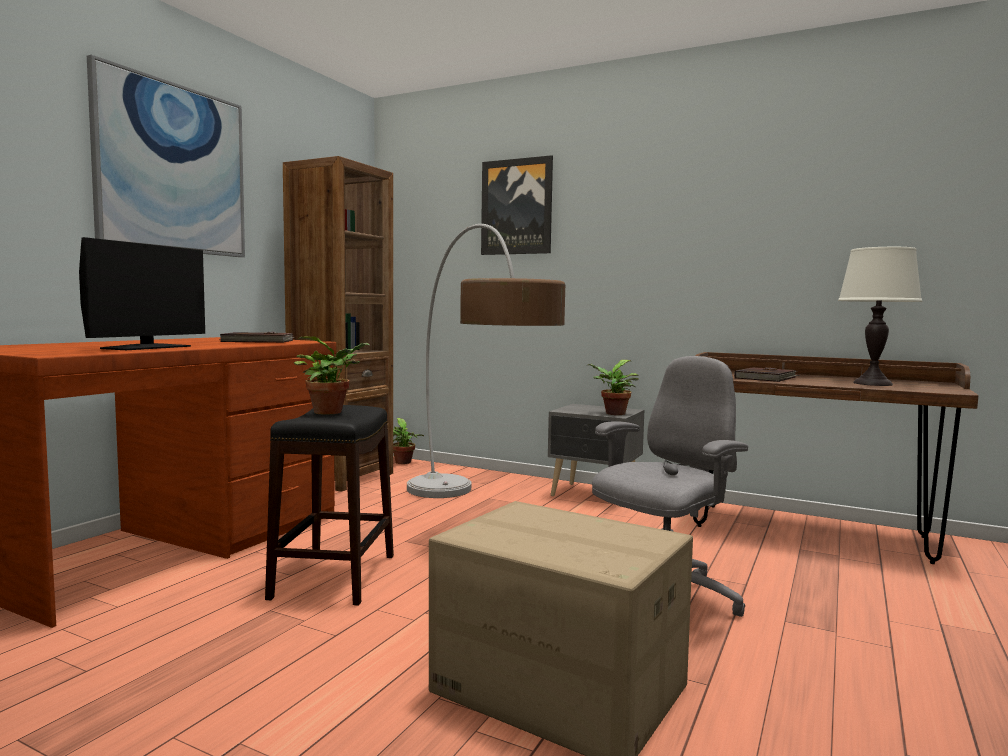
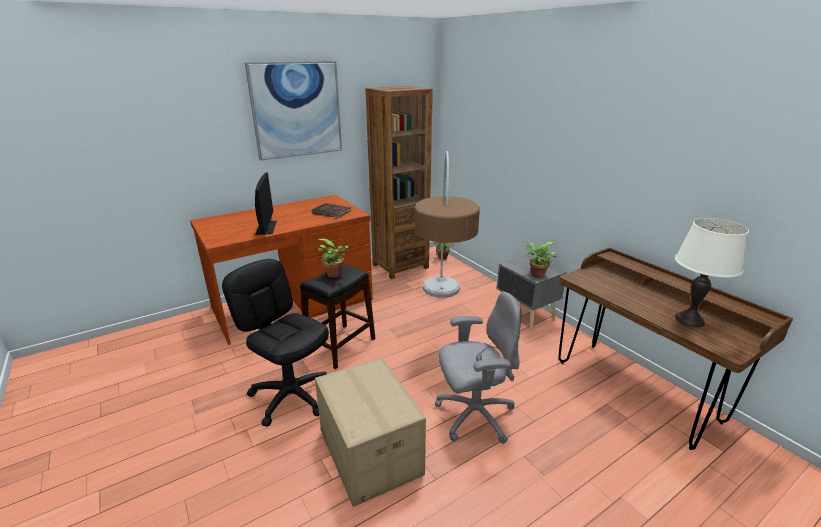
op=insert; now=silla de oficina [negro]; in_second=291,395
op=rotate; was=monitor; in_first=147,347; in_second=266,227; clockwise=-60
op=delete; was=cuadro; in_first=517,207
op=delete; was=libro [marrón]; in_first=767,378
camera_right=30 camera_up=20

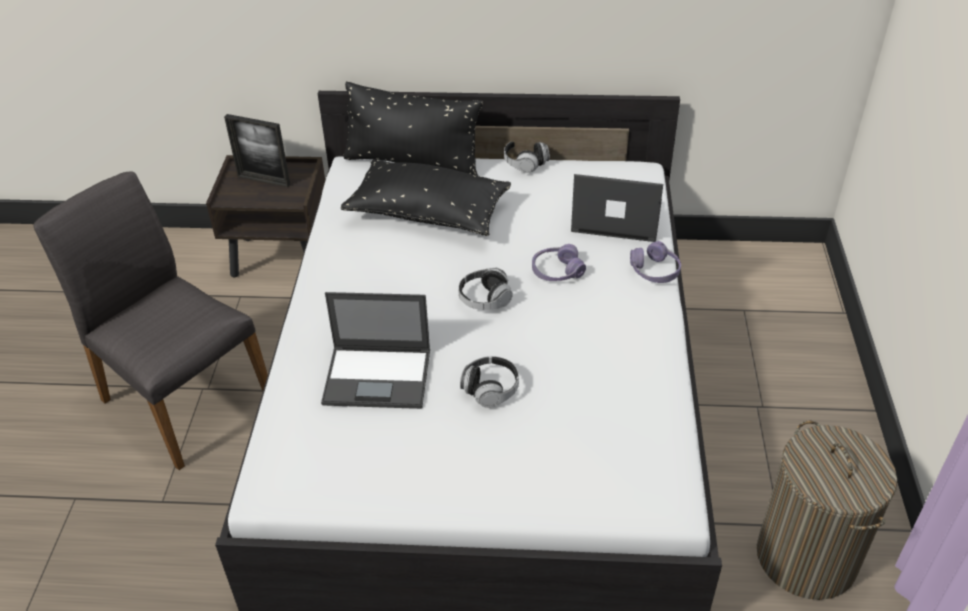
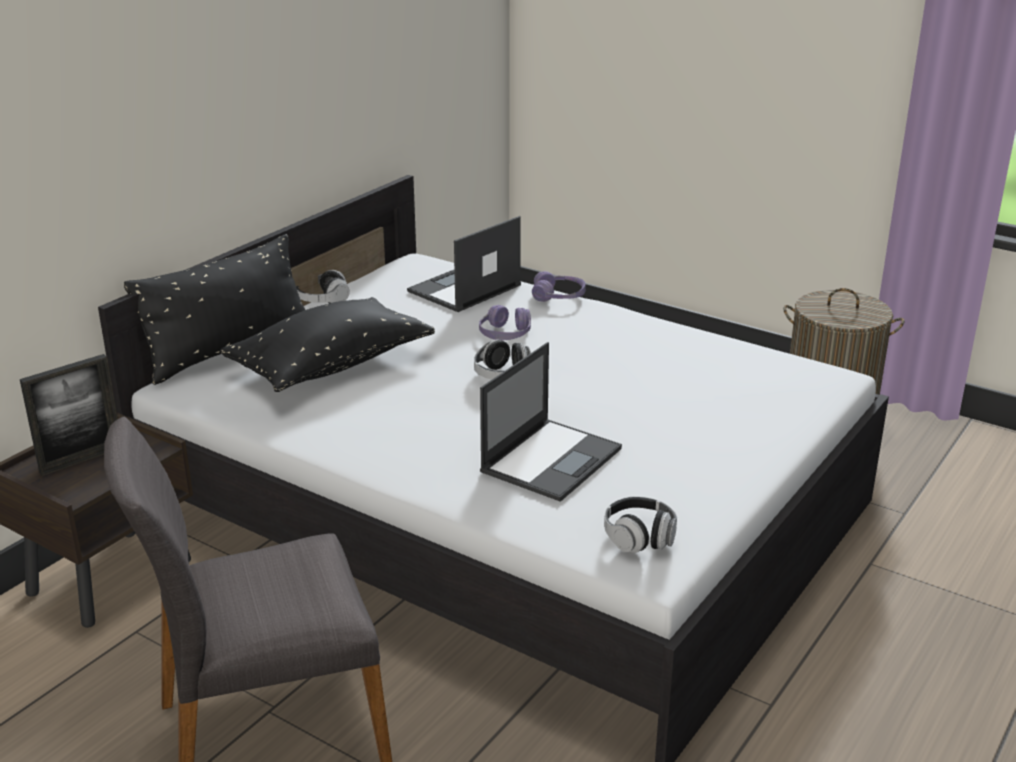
op=move; was=auriculares; in_first=490,389; in_second=639,537
camera_right=-60 camera_up=-15

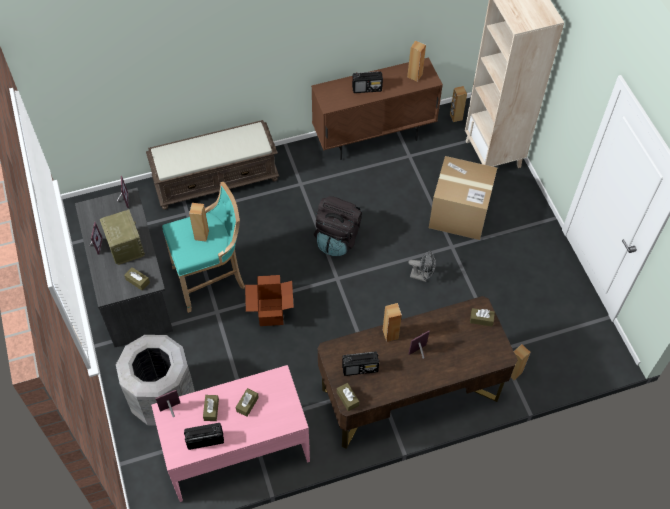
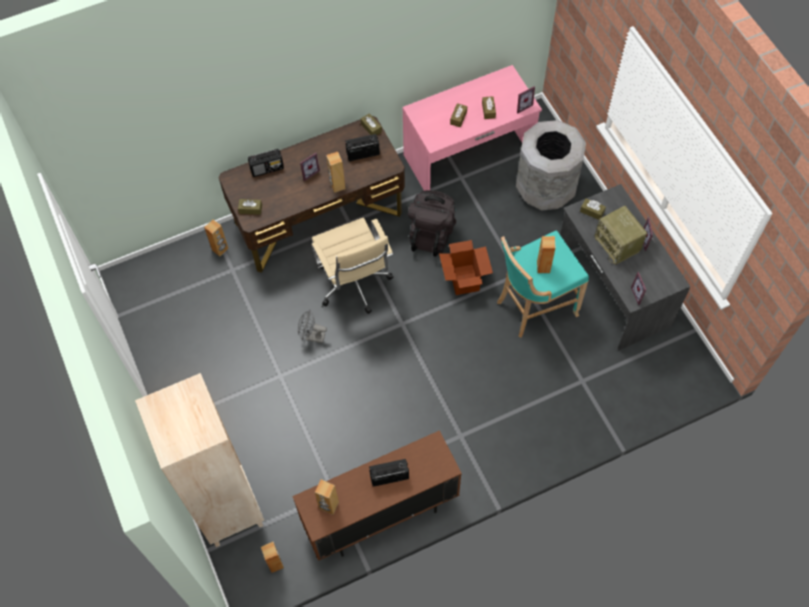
op=move; was=radio; in_first=205,440; in_second=267,168
op=insert; now=silla de oficina [beis]; in_second=355,285
op=move; was=mochila [negro]; in_first=337,238; in_second=431,234
op=delete; was=banco [marrón]; in_first=216,180
op=delete; was=caja de cartón; in_first=459,213
camera_right=175 camera_up=5

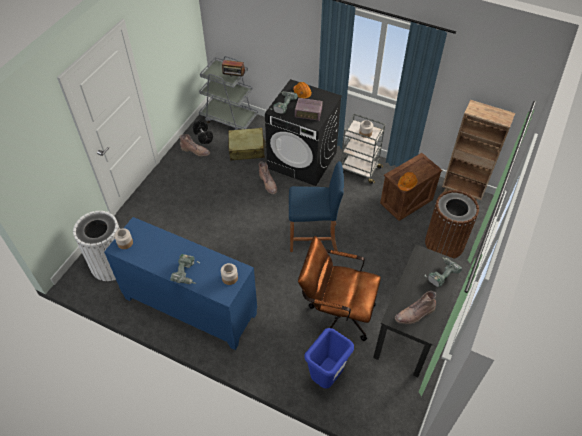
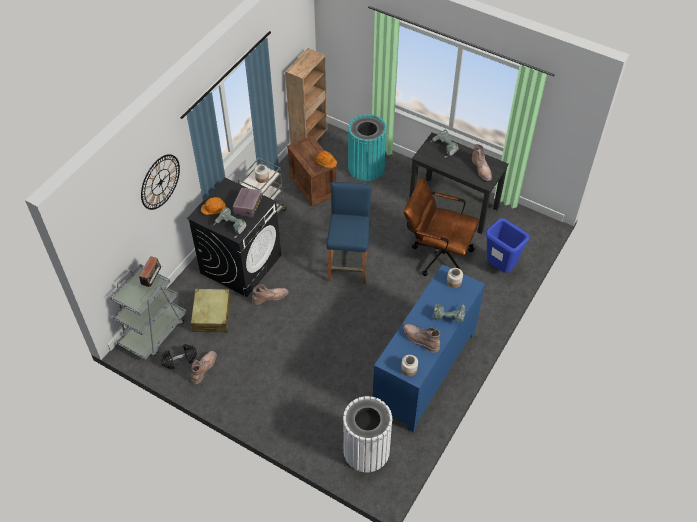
op=insert; now=reloj de pared; in_second=160,182
op=recolor; was=papelera [marrón]; now=papelera [turquesa]; in_first=444,243; in_second=366,167
op=insert; now=bota [marrón]; in_second=420,339
op=rotate; was=silla de oficina [marrón]; in_first=336,313; in_second=436,254; clockwise=90
camera_right=-85 camera_up=0

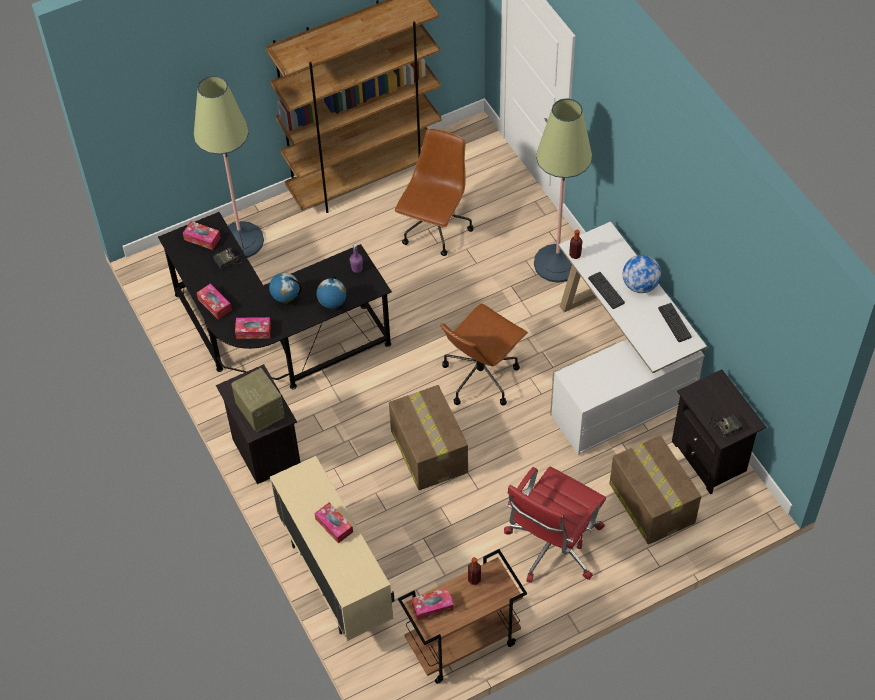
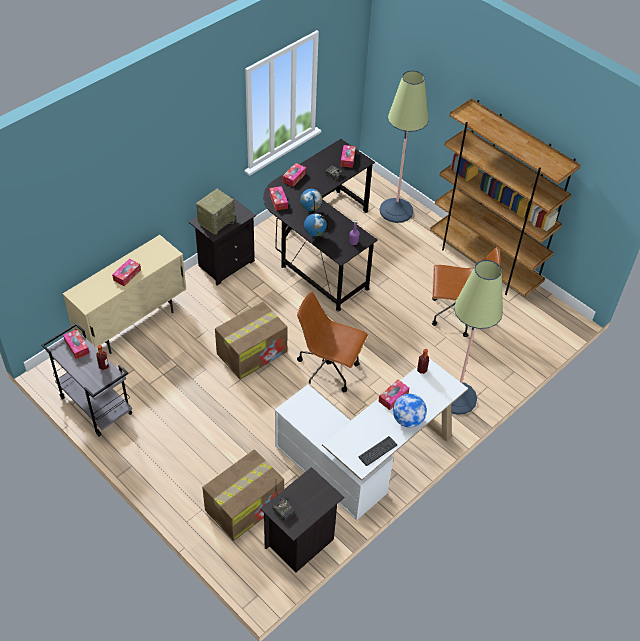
op=recolor; was=carrito [marrón]; now=carrito [gris]; in_first=462,643; in_second=95,405
op=replace; was=teclado; now=caja de pañuelos; in_first=606,290; in_second=393,397
op=delete; was=silla de oficina [rojo]; in_first=552,546
camera_right=70 camera_up=-5

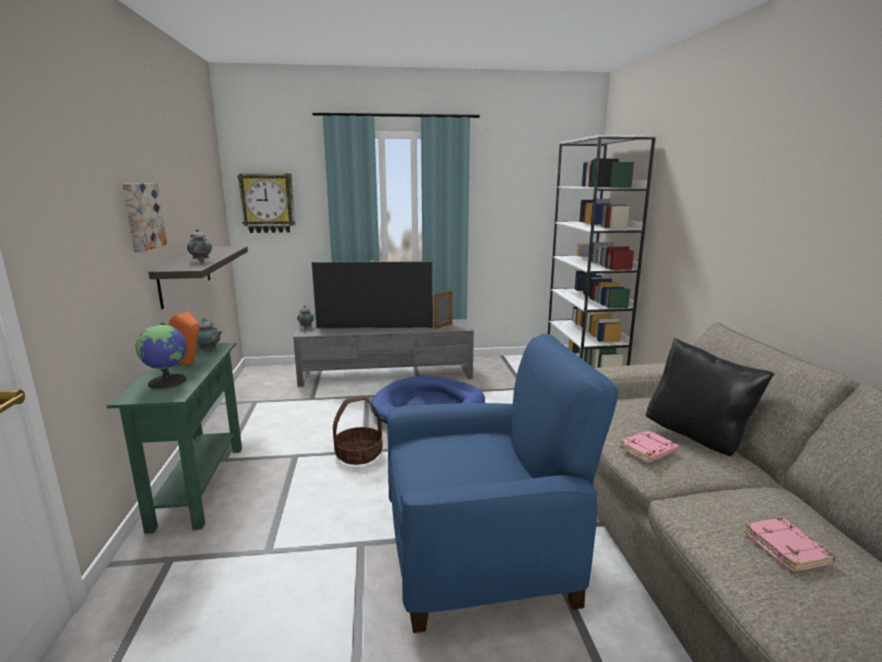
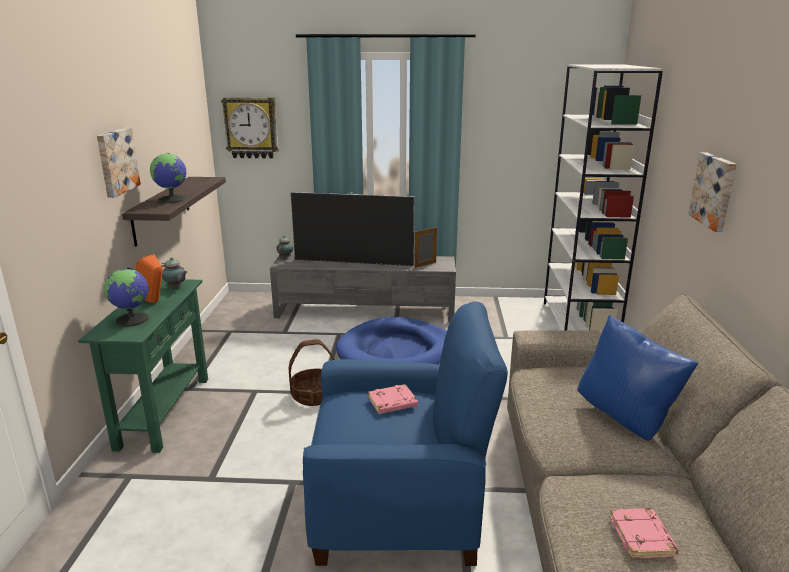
op=replace; was=tetera; now=globo terráqueo; in_first=201,261; in_second=173,199
op=move; was=libro [rosa]; in_first=648,450; in_second=392,403
op=recolor; was=cojín [negro]; now=cojín [azul]; in_first=697,438; in_second=625,418
op=insert; now=cuadro; in_second=715,191
camera_right=10 camera_up=5

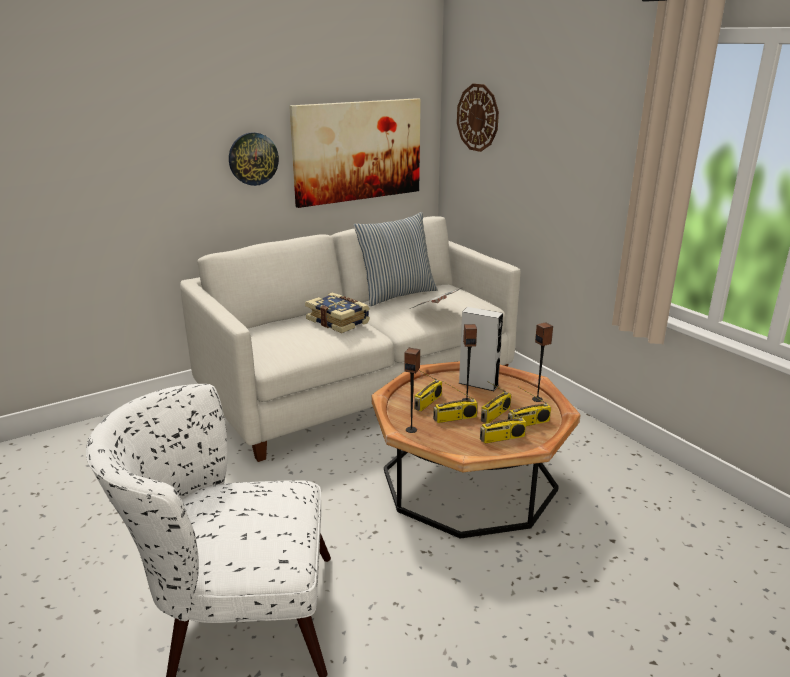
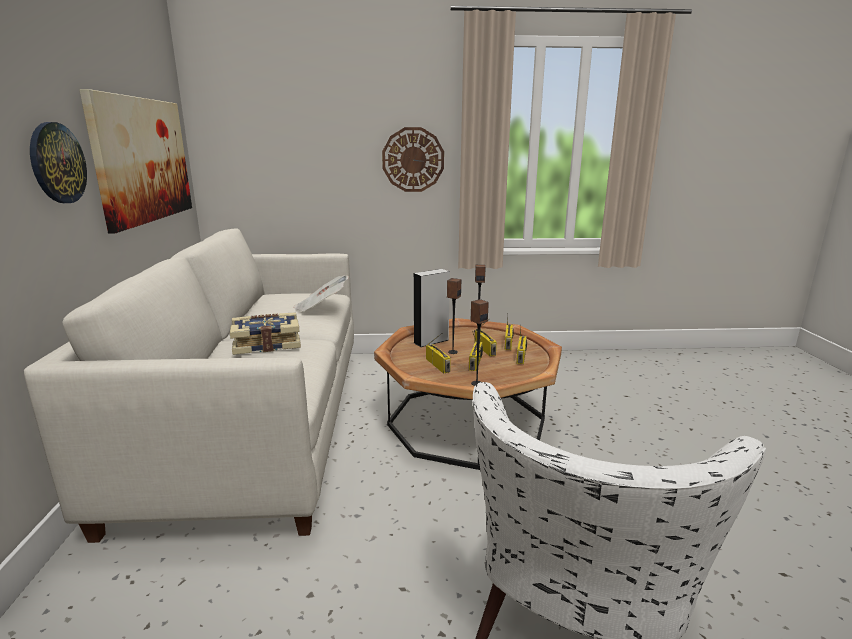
op=move; was=reloj de pared; in_first=478,117; in_second=413,160
op=delete; was=cojín; in_first=396,294
camera_right=-60 camera_up=-5

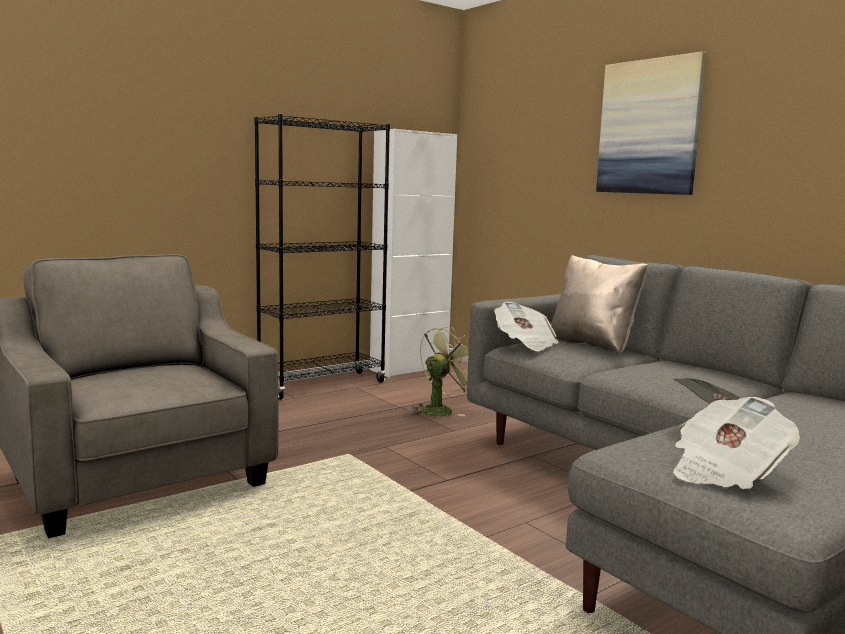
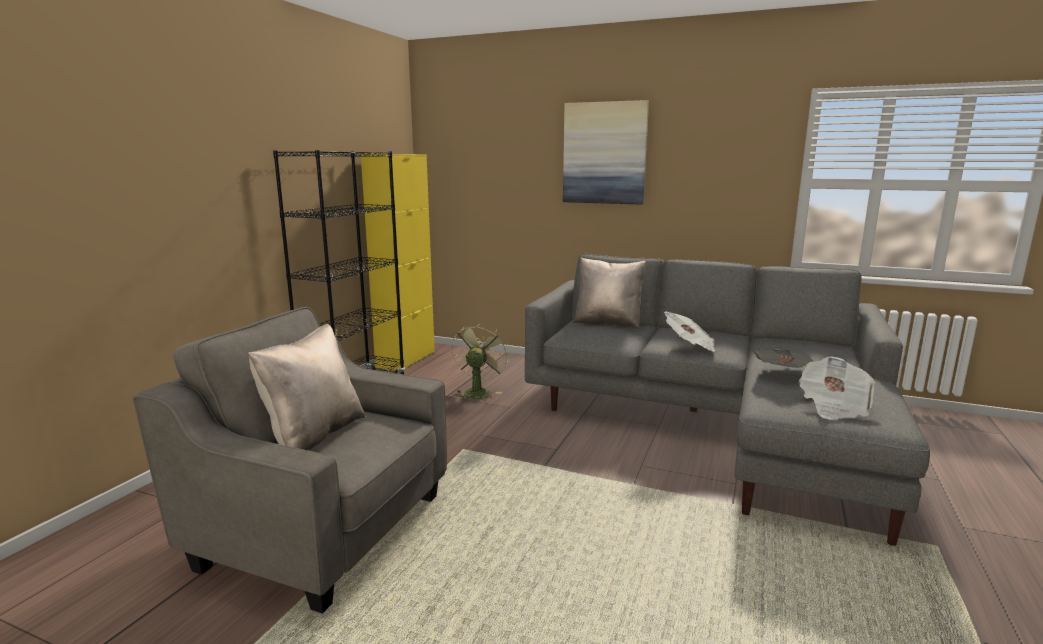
op=insert; now=cojín [beis]; in_second=313,435
op=recolor; was=armario [blanco]; now=armario [amarillo]; in_first=409,368; in_second=406,359
op=move; was=periódico; in_first=525,344; in_second=689,345
camera_right=-30 camera_up=5

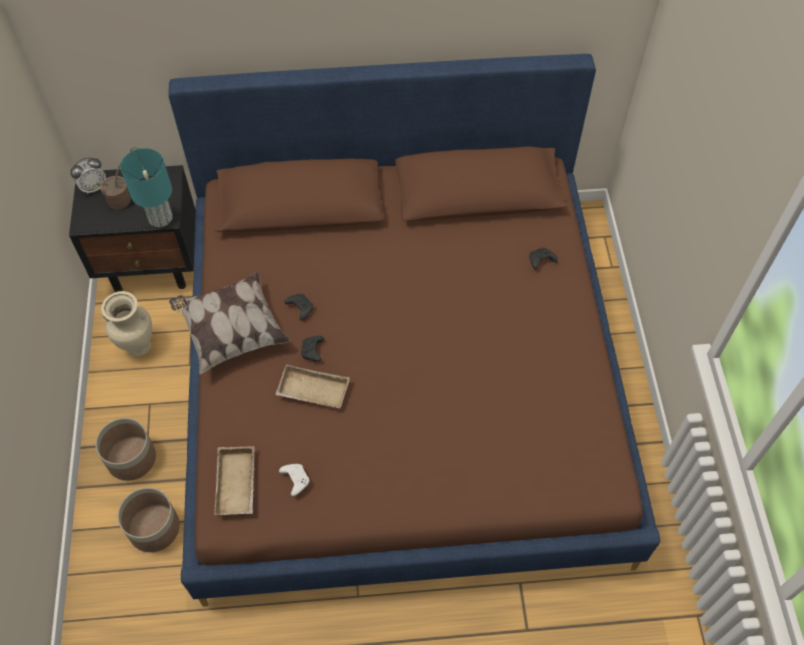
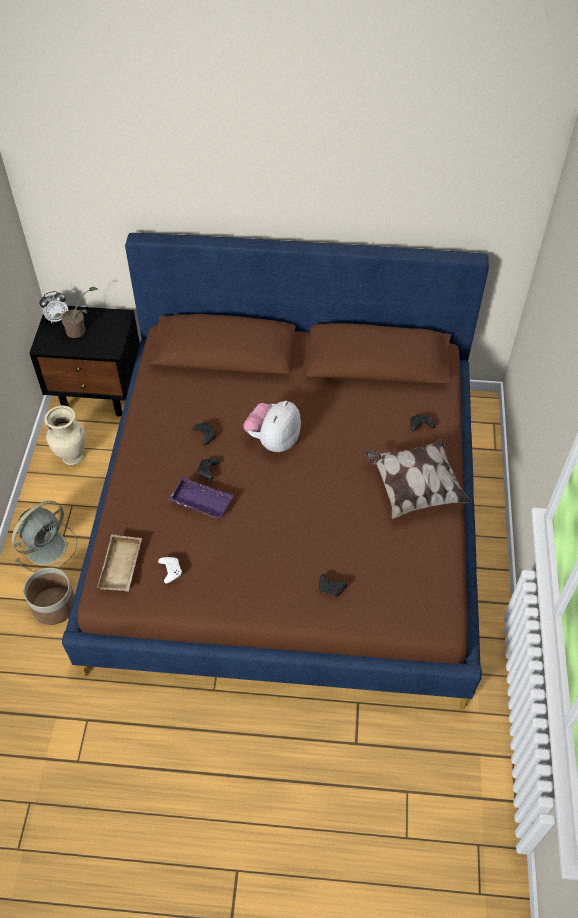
op=replace; was=maceta; now=ventilador [gris]; in_first=131,458; in_second=48,546
op=recolor; was=bandeja [beis]; now=bandeja [morado]; in_first=312,391; in_second=200,503
op=insert; now=peluche; in_second=273,440
op=insert; now=mando de consola [negro]; in_second=332,588
op=move; was=cojín; in_first=231,332; in_second=414,488
op=delete; was=lámpara de mesa [turquesa]; in_first=159,217
camera_right=10 camera_up=-5

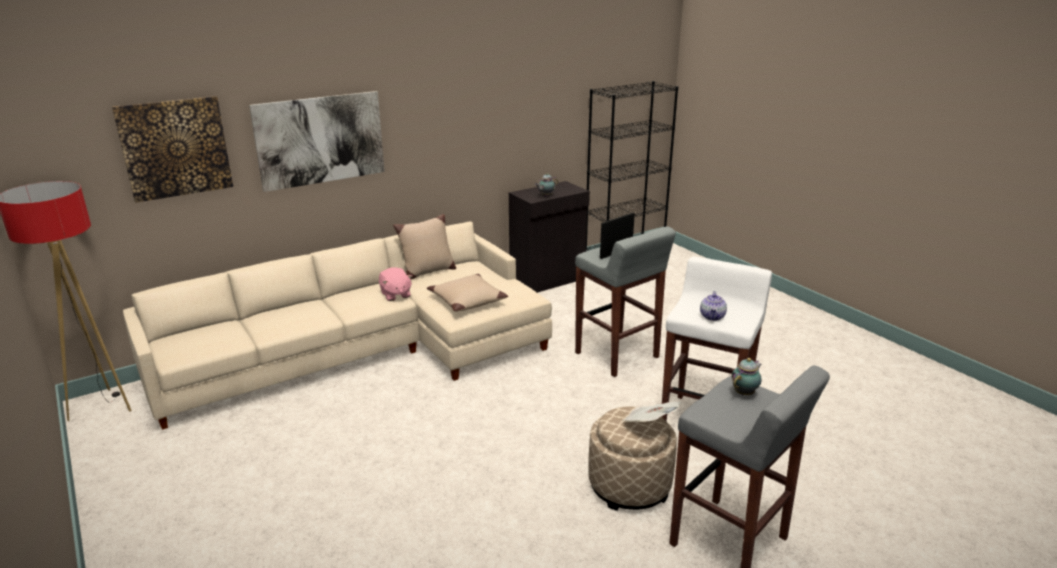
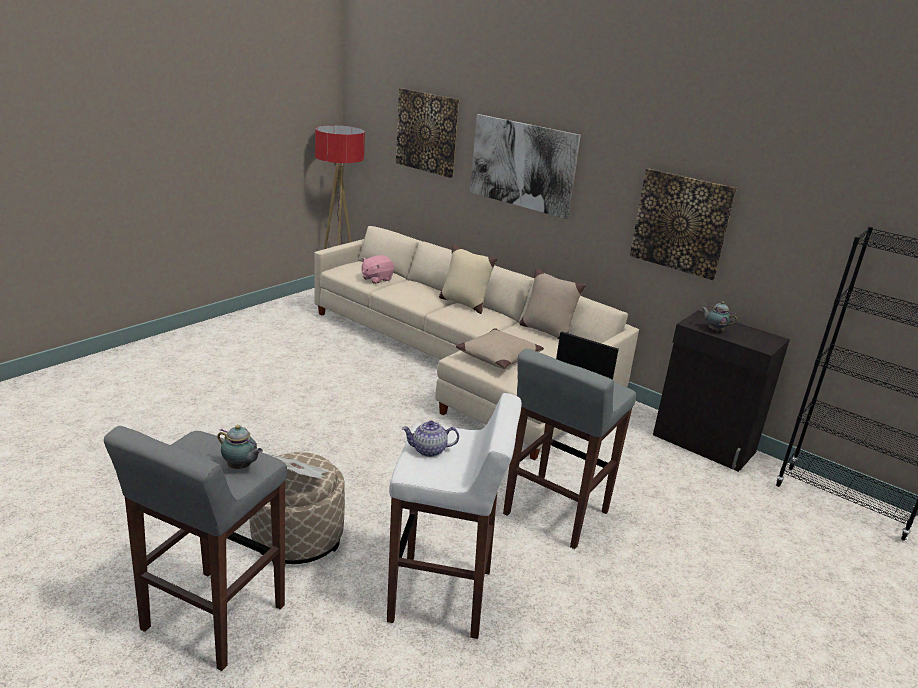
op=move; was=peluche [rosa]; in_first=395,295; in_second=376,279
op=insert; now=cojín [beis]; in_second=464,303
op=insert; now=cuadro; in_second=681,223
camera_right=70 camera_up=0

